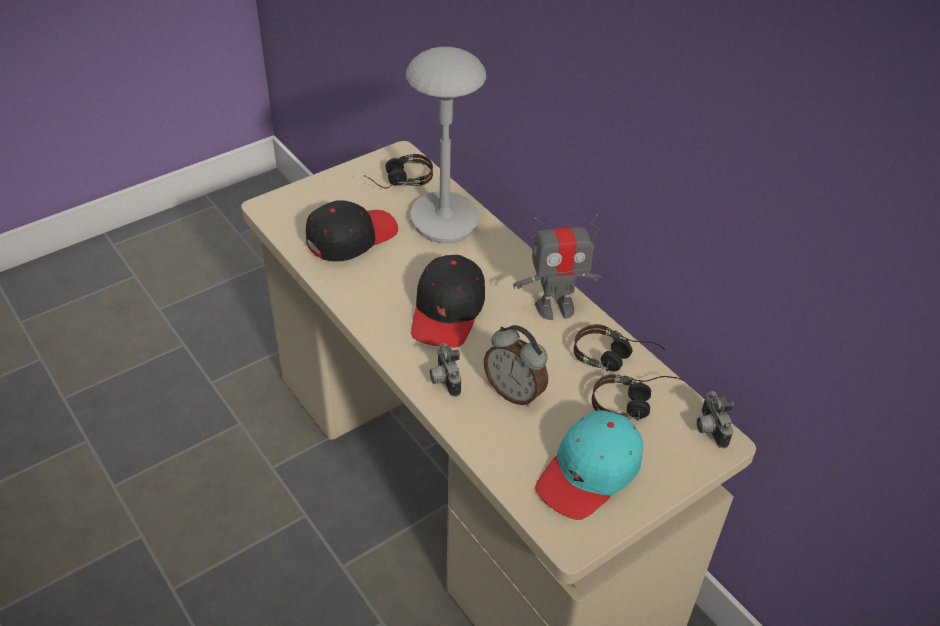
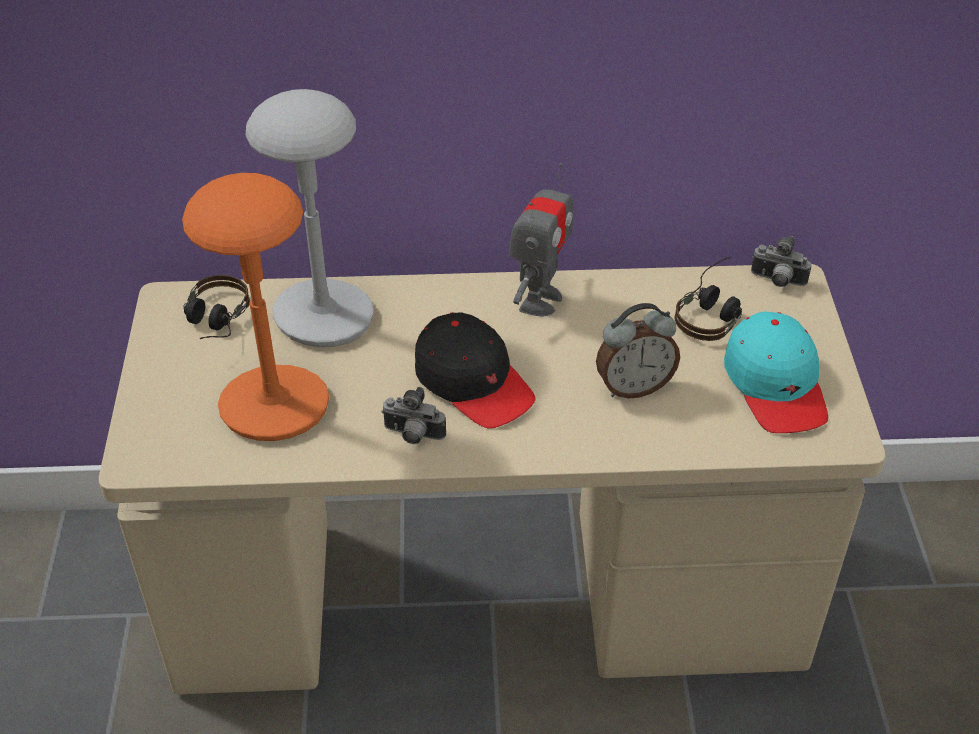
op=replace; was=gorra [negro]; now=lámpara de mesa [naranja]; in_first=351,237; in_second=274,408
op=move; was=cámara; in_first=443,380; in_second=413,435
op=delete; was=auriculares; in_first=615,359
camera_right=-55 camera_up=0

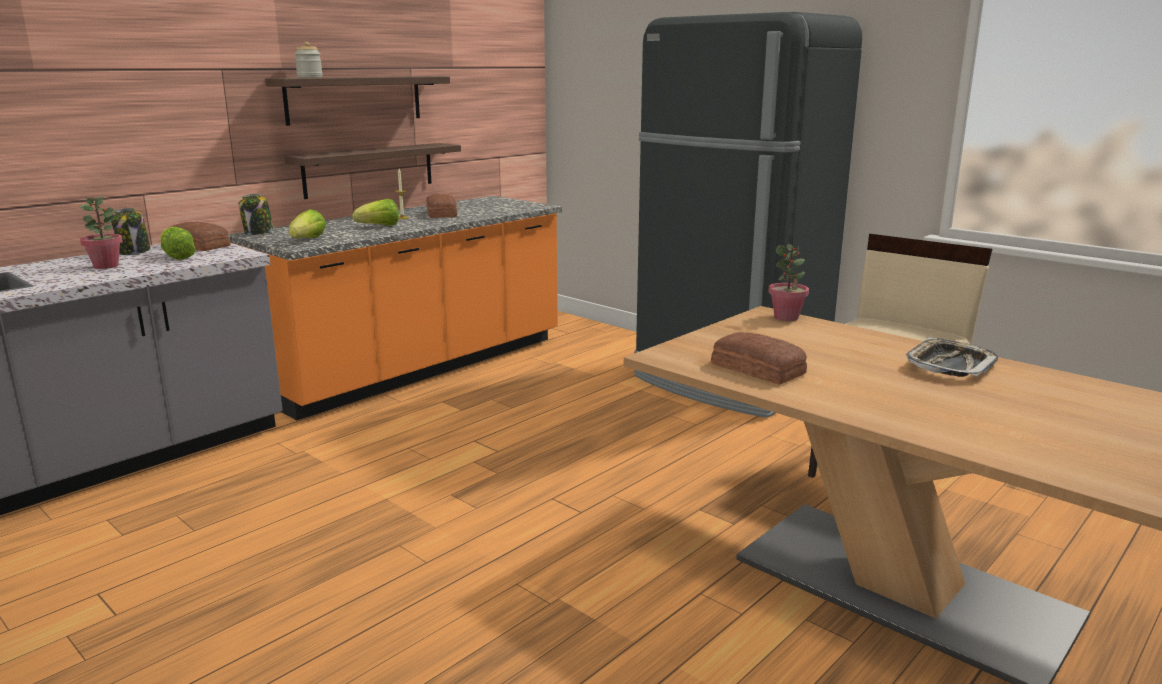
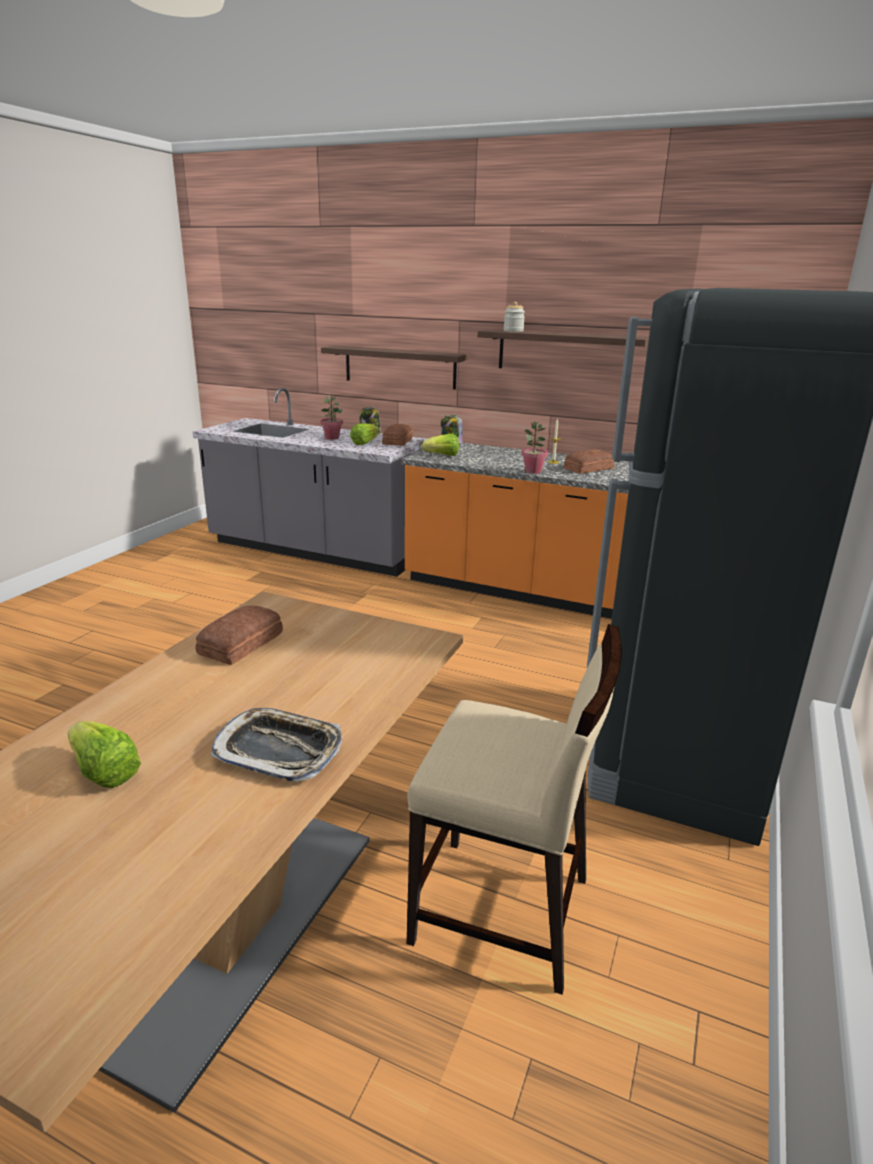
op=move; was=lechuga; in_first=379,226; in_second=104,772
op=move; was=estante; in_first=369,169; in_second=400,367
op=move; was=planta en maceta; in_first=786,317; in_second=533,471
camera_right=70 camera_up=5

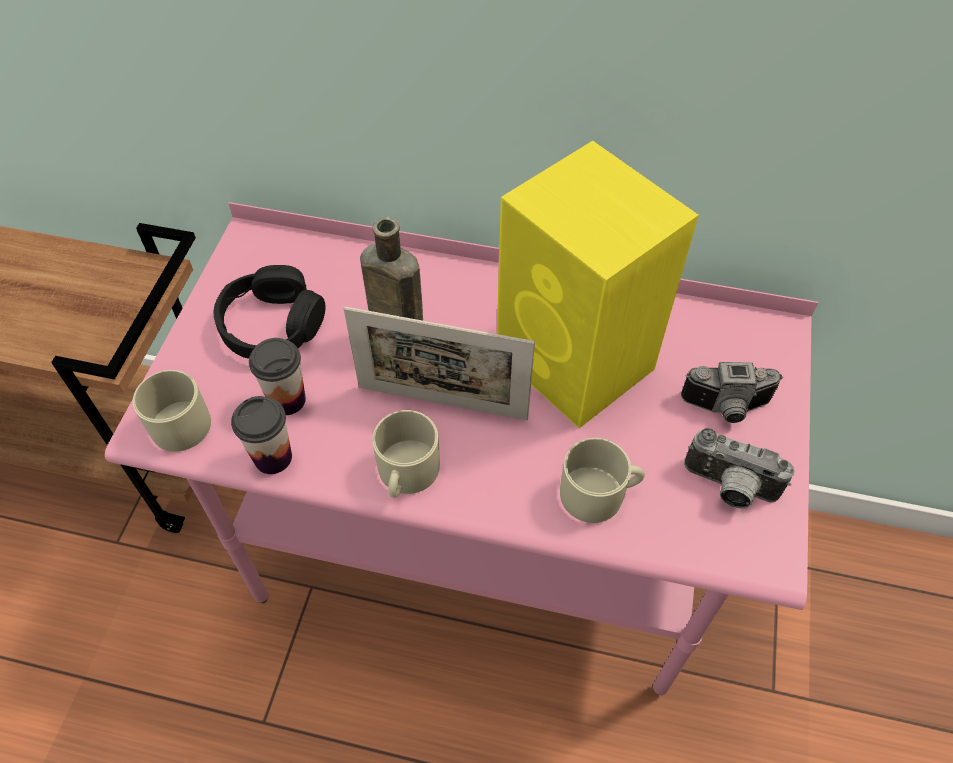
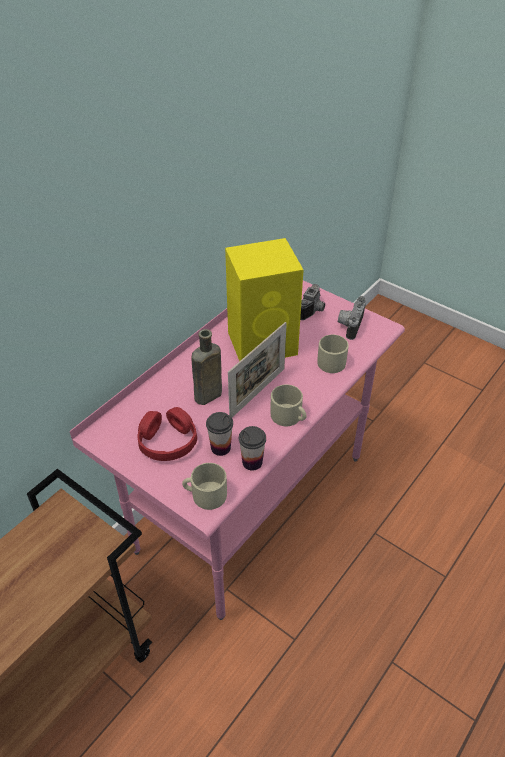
op=recolor; was=auriculares [negro]; now=auriculares [rojo]; in_first=272,325; in_second=167,441
op=rotate; was=cámara; in_first=728,488; in_second=349,325; clockwise=150
camera_right=-65 camera_up=-10

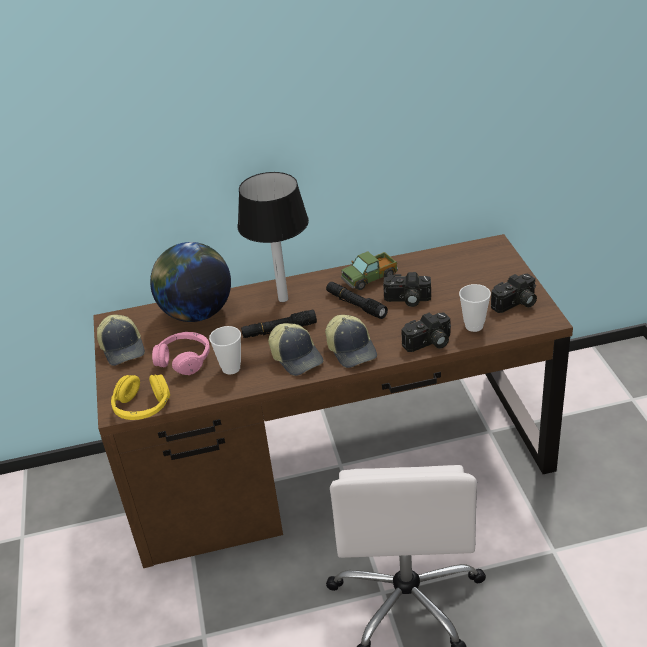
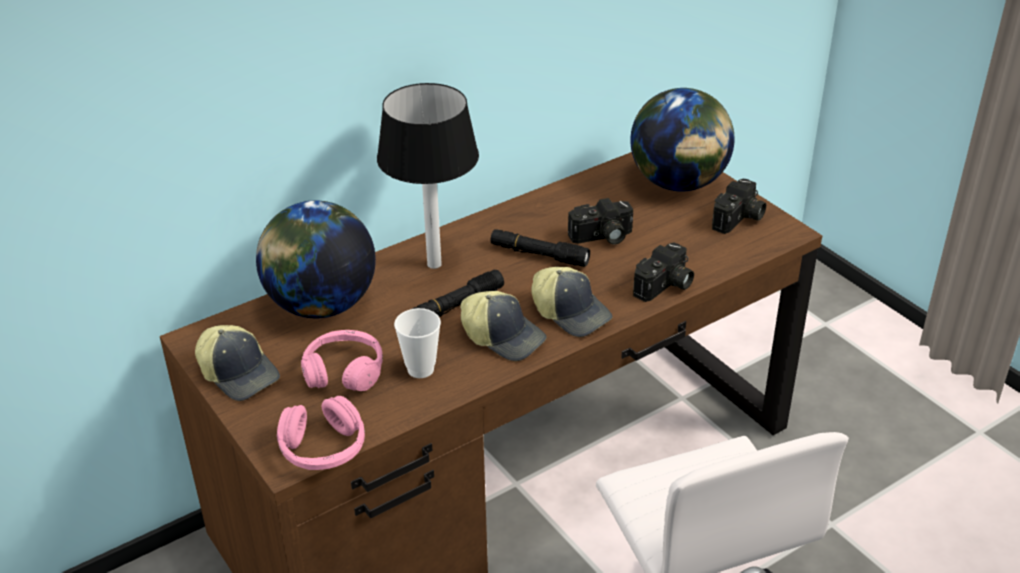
op=recolor; was=auriculares [amarillo]; now=auriculares [rosa]; in_first=142,407; in_second=323,449
op=insert; now=globo terráqueo; in_second=679,183
op=delete; was=camión de juguete; in_first=370,278
op=delete; was=taza; in_first=474,326
camera_right=-25 camera_up=0

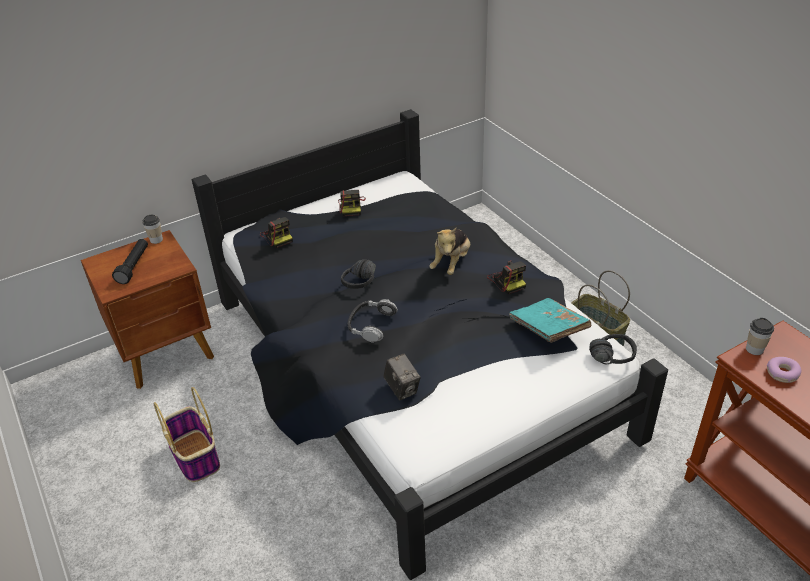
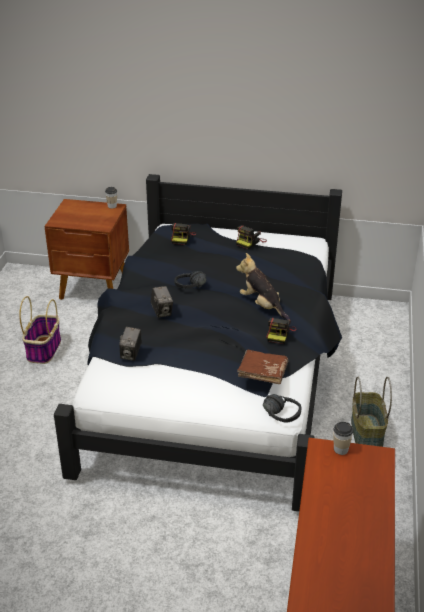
op=replace; was=auriculares; now=cámara; in_first=371,325; in_second=162,312
op=rotate; was=peluche; in_first=451,263; in_second=262,305; clockwise=75
op=recolor; was=libro [turquesa]; now=libro [marrón]; in_first=548,329; in_second=262,375
op=delete; was=linterna [negro]; in_first=134,266
op=delete; was=rosquilla; in_first=782,374
camera_right=40 camera_up=-5

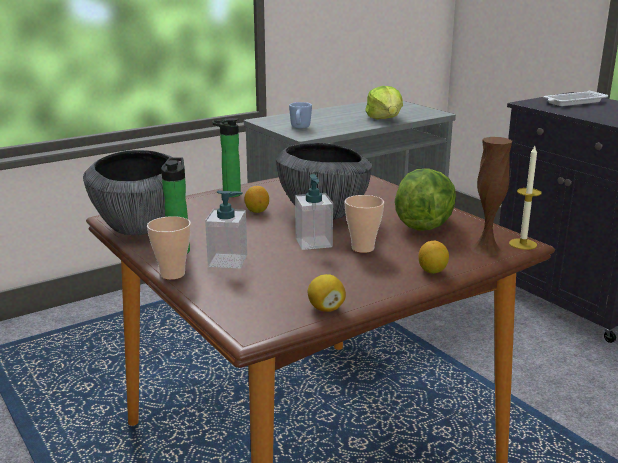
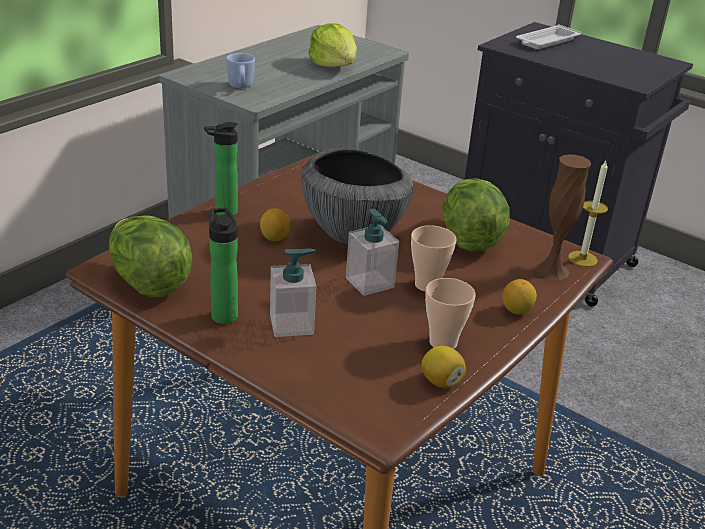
op=replace; was=cuenco; now=lechuga; in_first=139,228; in_second=149,282
op=move; was=taza; in_first=172,274; in_second=443,342
camera_right=-20 camera_up=10

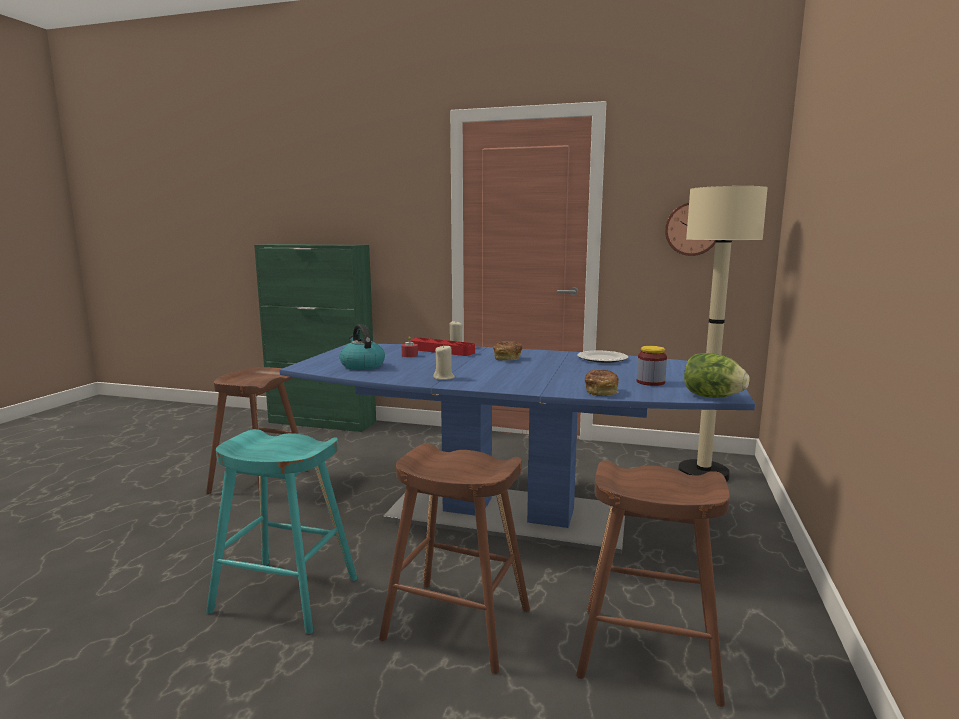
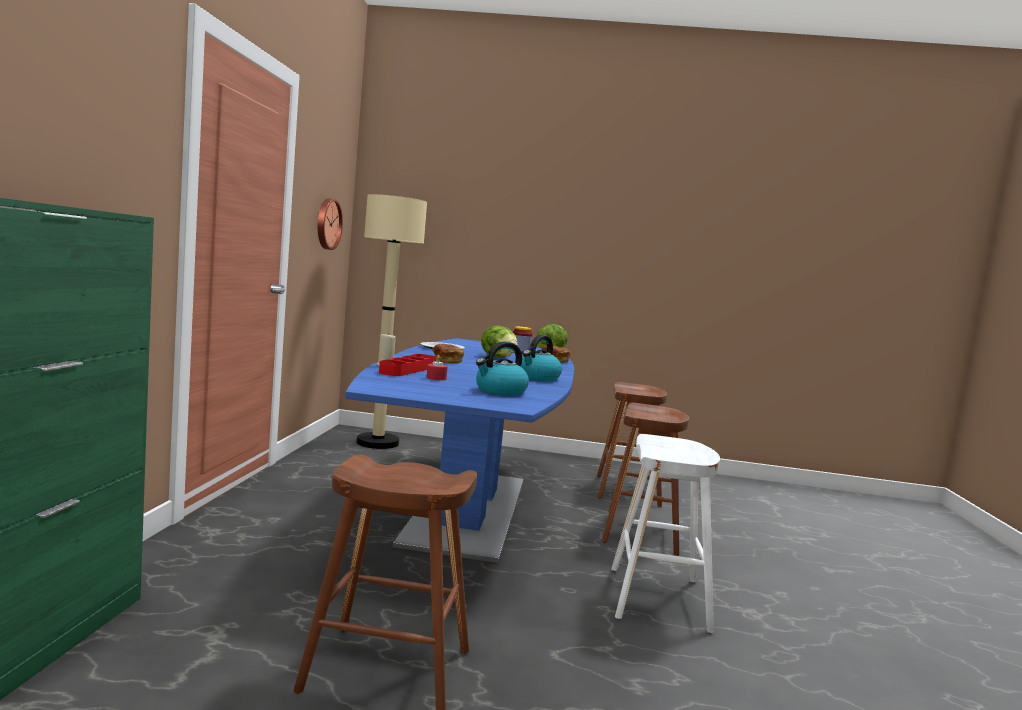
op=insert; now=lechuga; in_second=498,357
op=replace; was=vela [beis]; now=hervidor; in_first=444,378; in_second=537,378
op=recolor; was=taburete [turquesa]; now=taburete [blanco]; in_first=286,595; in_second=657,598
camera_right=-100 camera_up=-5

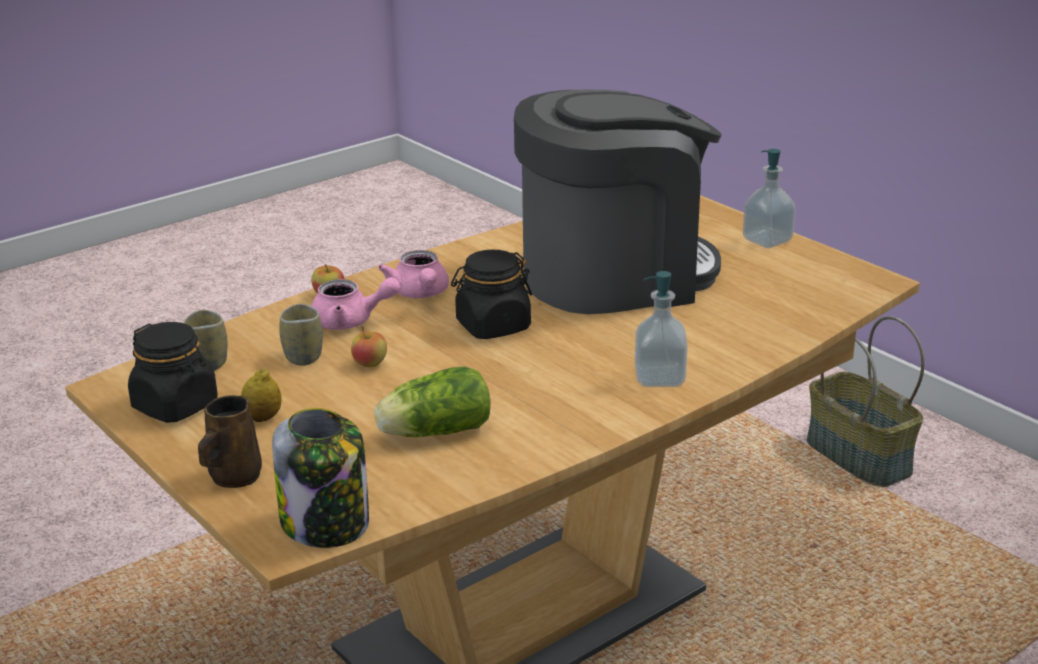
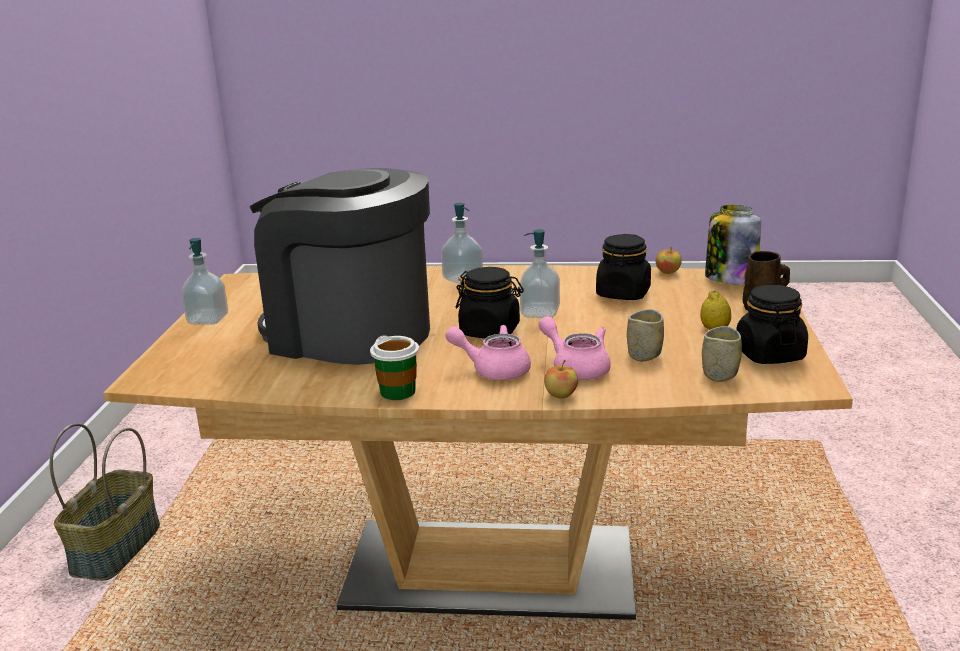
op=insert; now=taza; in_second=398,392
op=rotate; was=tetera [rosa]; in_first=420,294; in_second=493,370; clockwise=-105
op=insert; now=dispensador de jabón; in_second=540,313
op=replace; was=lechuga; now=tarro [negro]; in_first=432,432; in_second=623,294
op=move; was=manzana; in_first=370,364; in_second=668,272
camera_right=-135 camera_up=-5

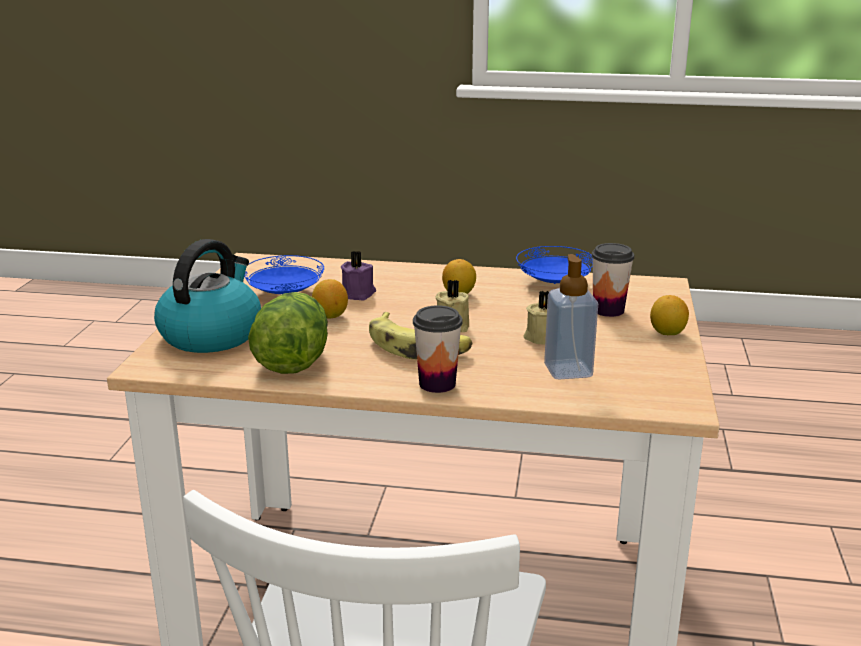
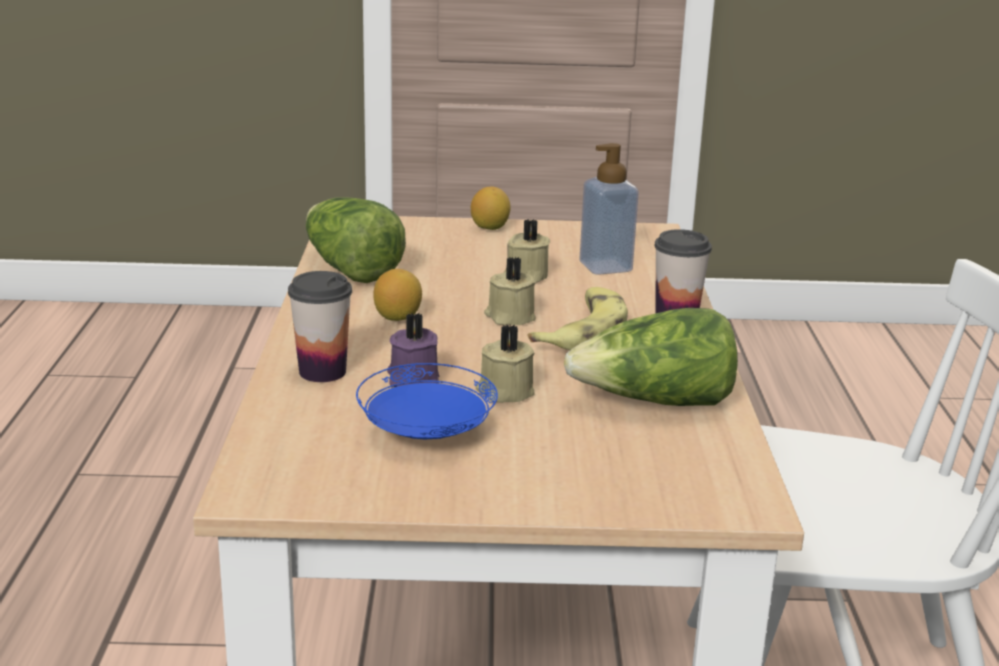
op=move; was=taza; in_first=608,310; in_second=322,372
op=replace; was=plato [azul]; now=lechuga; in_first=554,283; in_second=350,269
op=replace; was=limón; now=vela [beis]; in_first=330,315; in_second=504,392
op=delete; was=hervidor; in_first=211,334
camera_right=-100 camera_up=0

